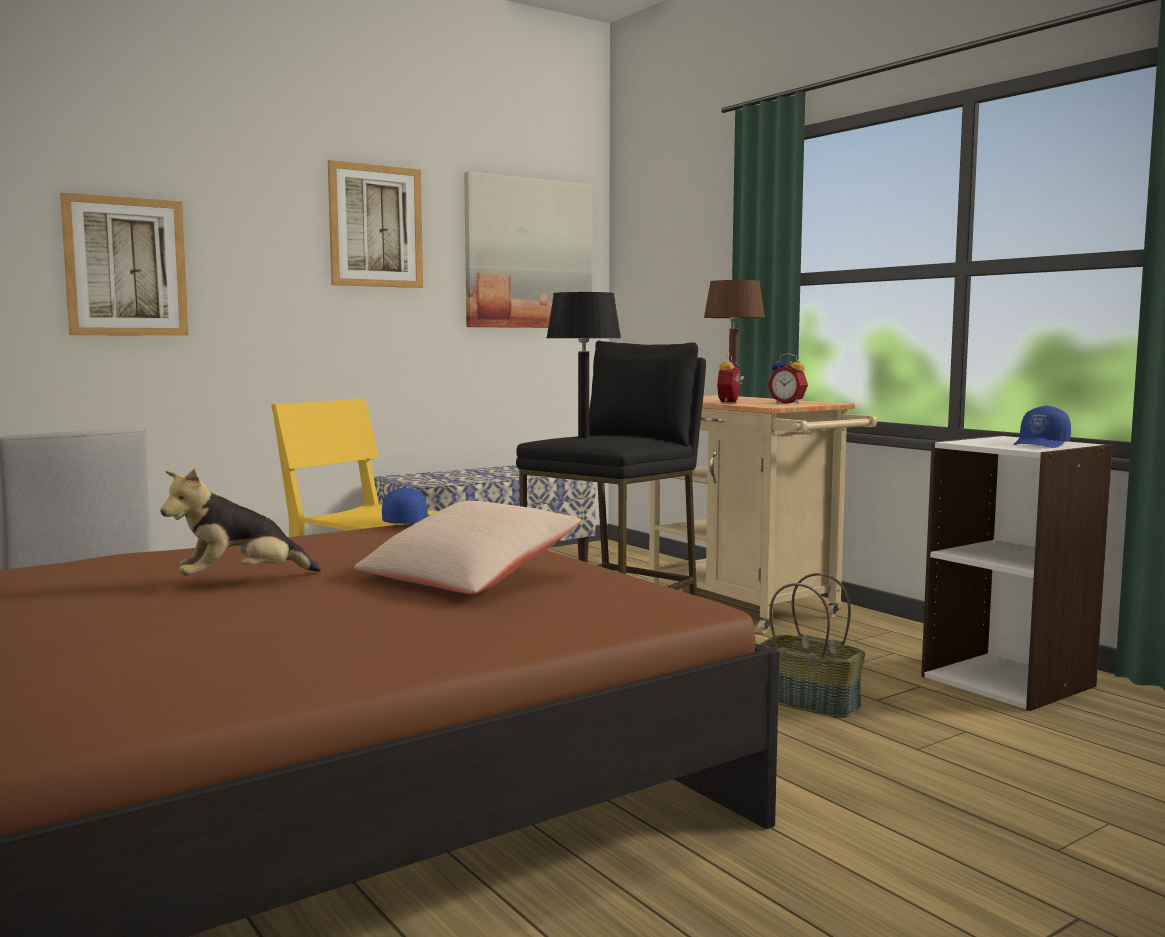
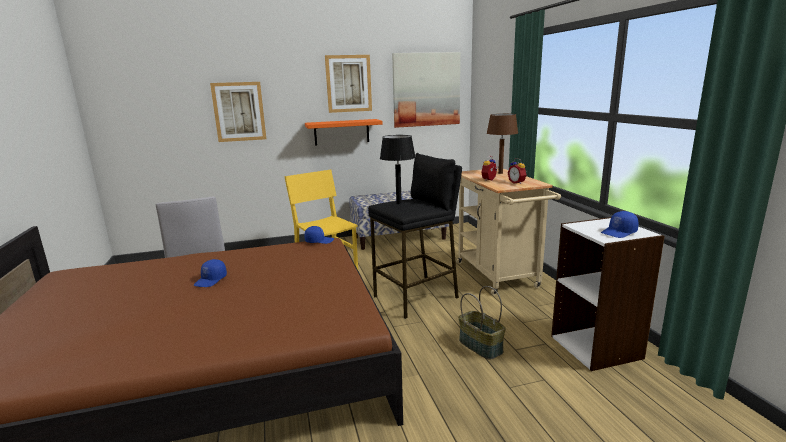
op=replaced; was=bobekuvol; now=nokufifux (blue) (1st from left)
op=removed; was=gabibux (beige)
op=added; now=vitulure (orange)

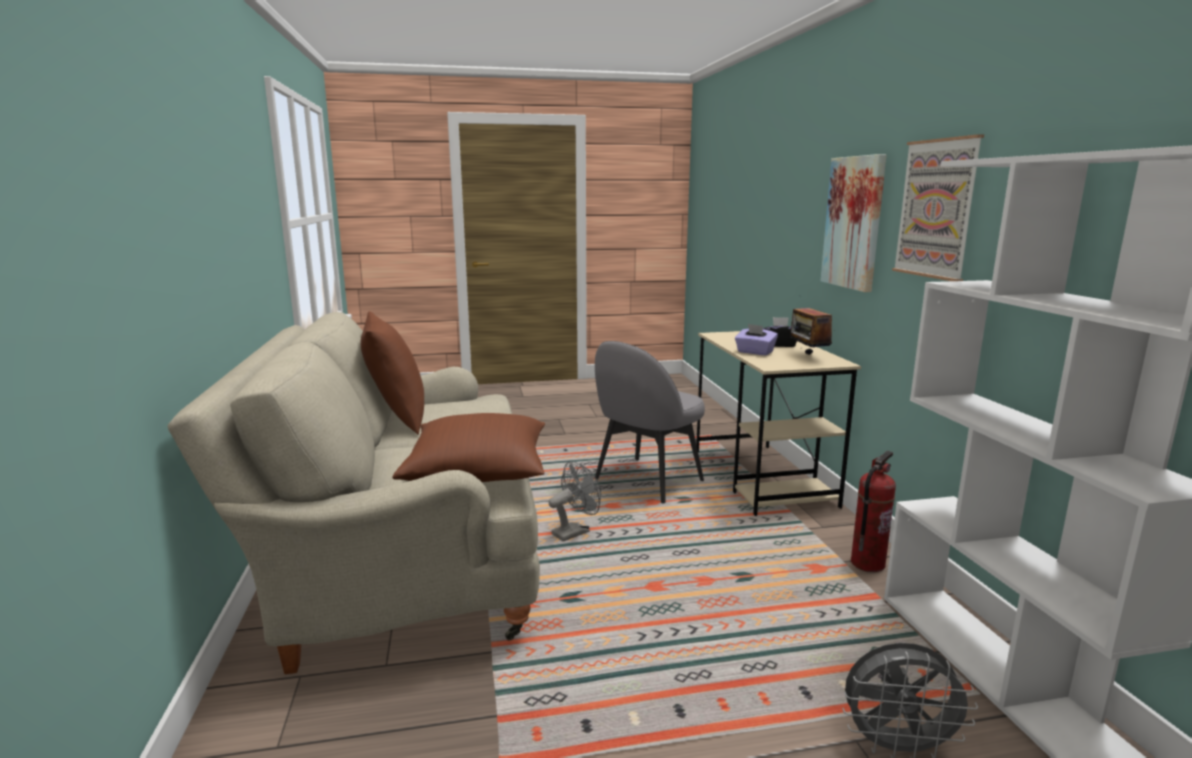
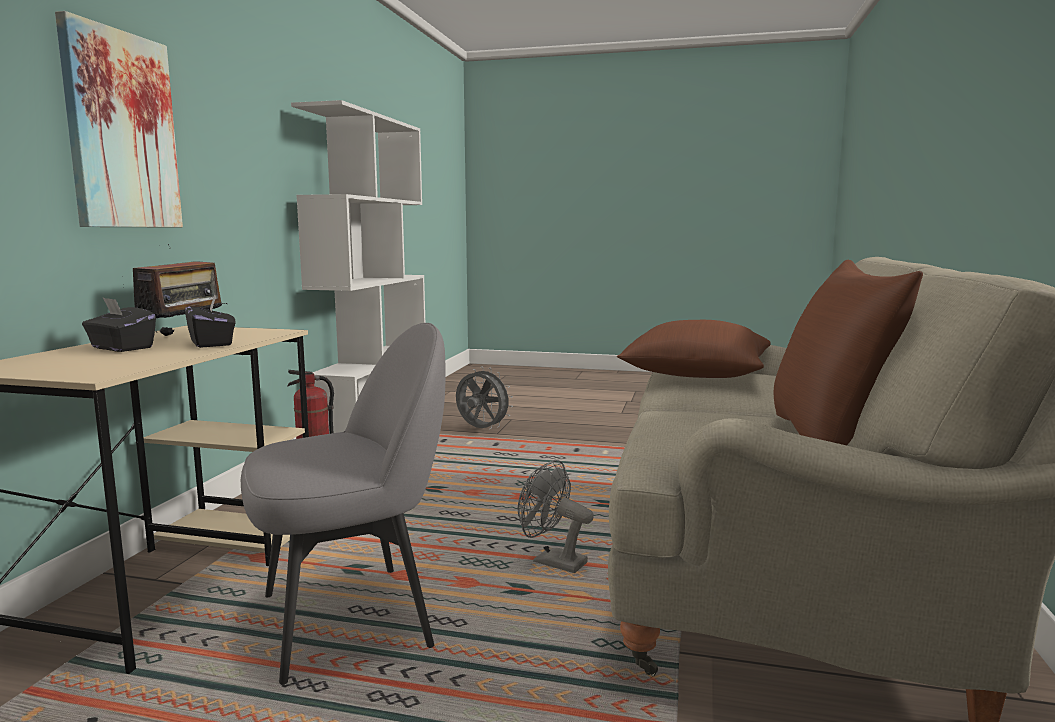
op=turned; was=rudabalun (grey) (1st from left in the first image); clockwise=45
op=recoloured; was=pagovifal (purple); now=pagovifal (black) (2nd from left)
op=removed; was=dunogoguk (2nd from left)

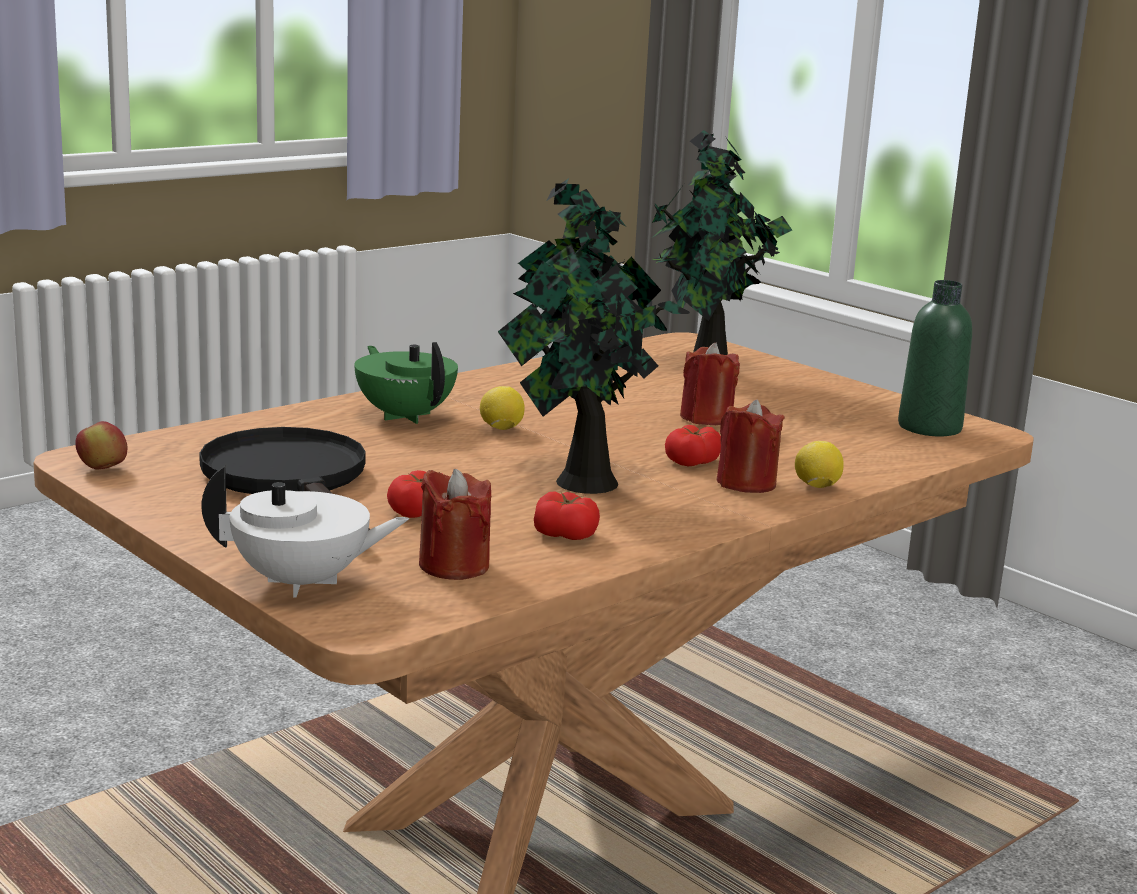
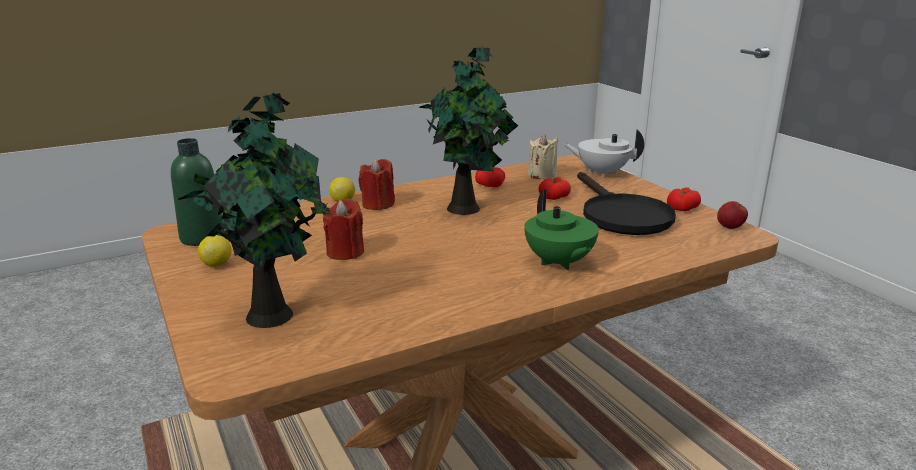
op=recoloured; was=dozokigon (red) (1st from left); now=dozokigon (beige)
op=moved; was=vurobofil (1st from left)
op=moved; was=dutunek (3rd from left)

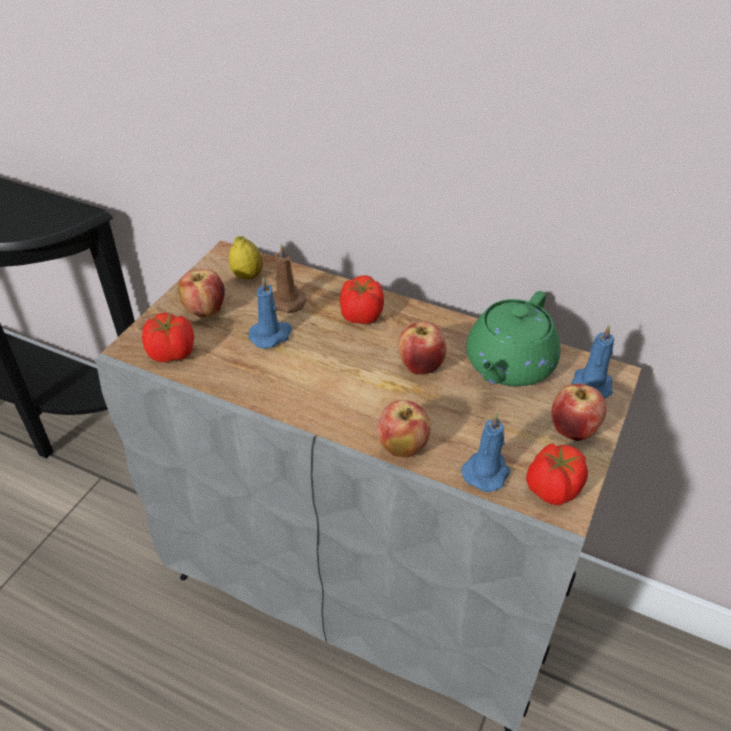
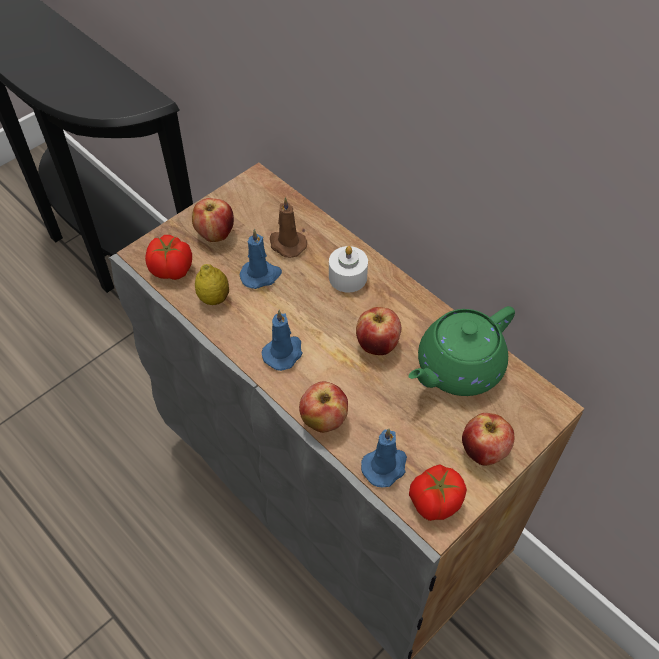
op=moved; was=vurobofil
op=replaced; was=dutunek (2nd from left); now=dozokigon (white)
op=moved; was=dozokigon (blue) (3rd from left in the first image); now=dozokigon (blue) (2nd from left)

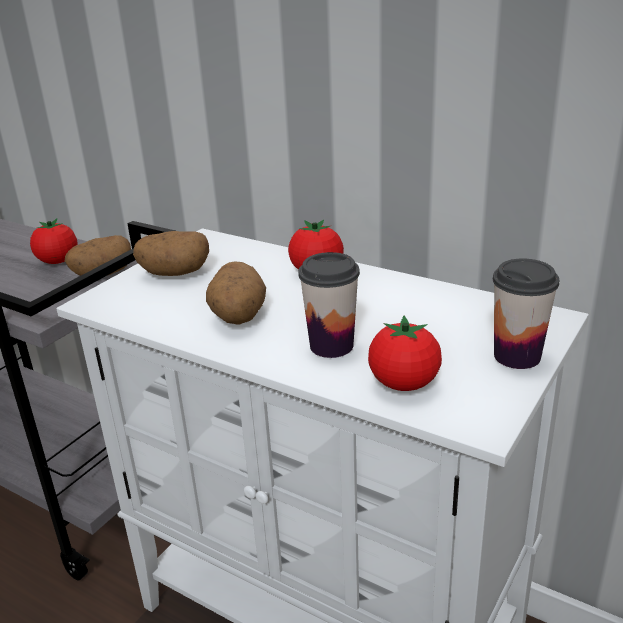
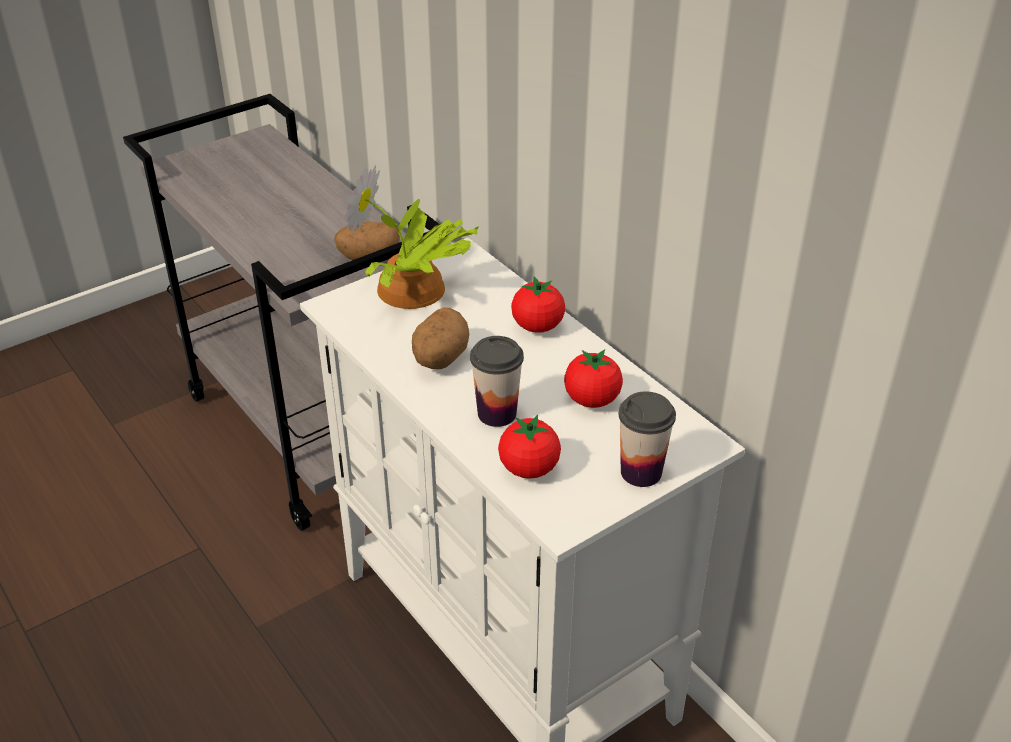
op=moved; was=dutunek (1st from left in the first image); now=dutunek (3rd from left)
op=replaced; was=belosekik (2nd from left); now=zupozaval

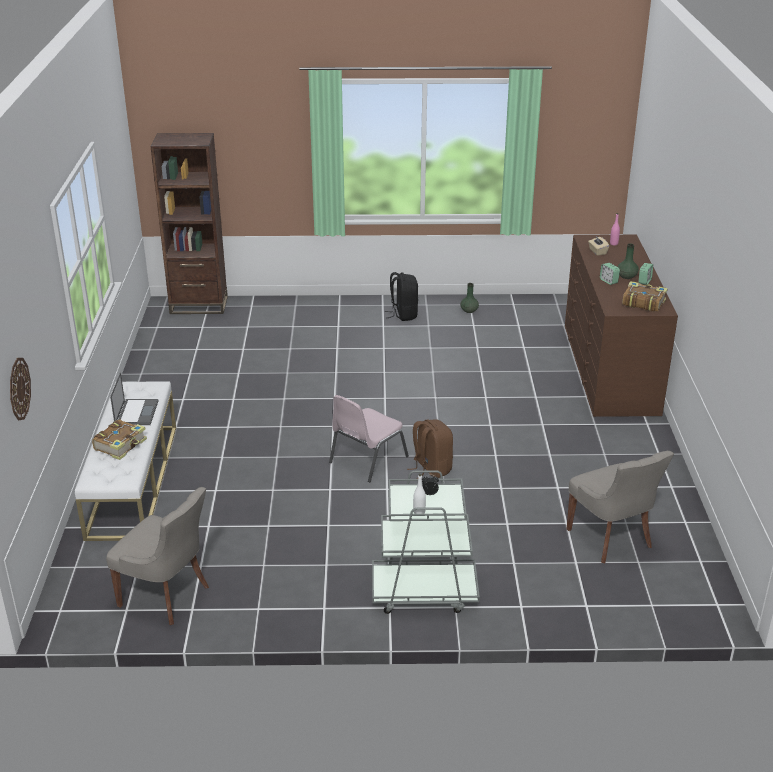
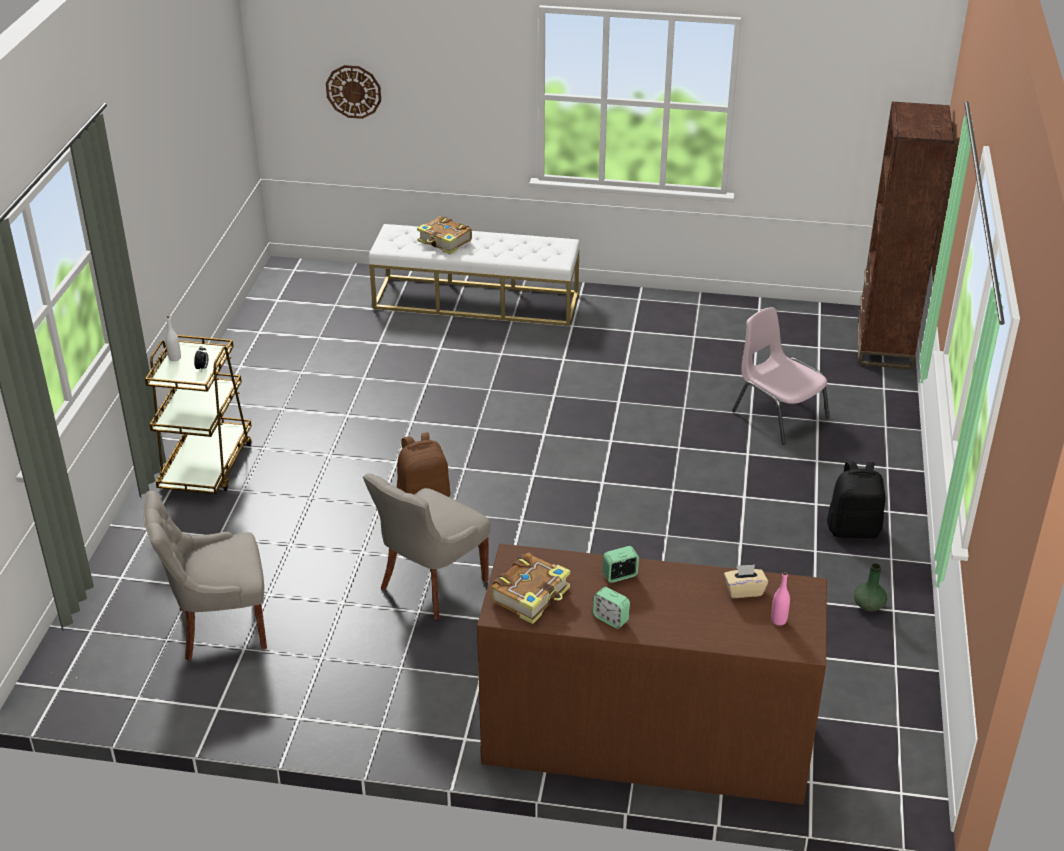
op=moved; was=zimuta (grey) (1st from left in the first image); now=zimuta (grey) (2nd from left)
op=removed; was=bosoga
op=moved; was=zimuta (pink)
op=recoloured; was=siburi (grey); now=siburi (brown)
op=removed; was=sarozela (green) (2nd from left)

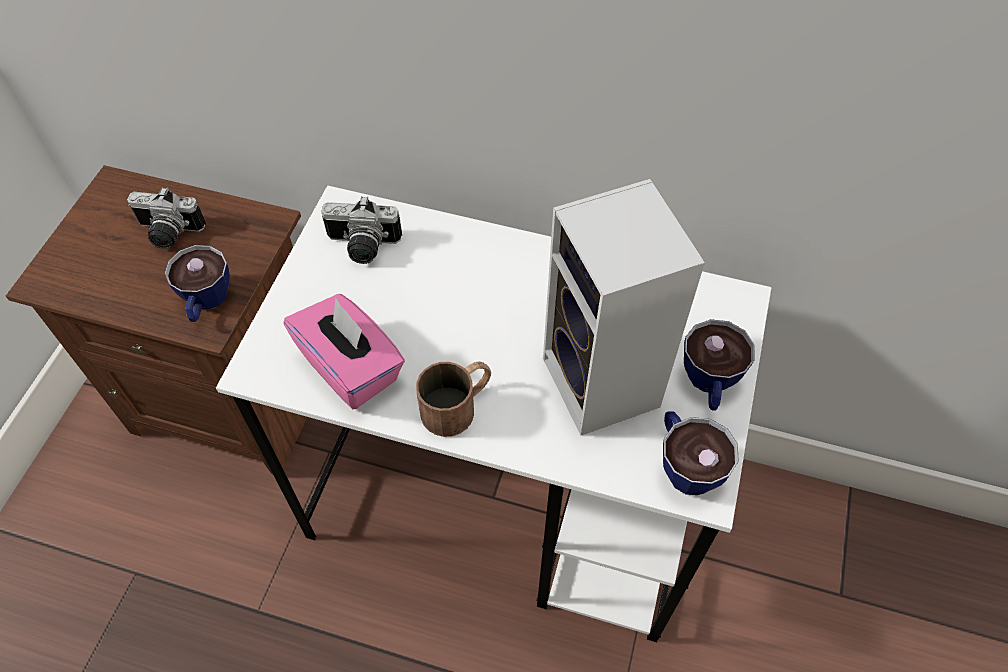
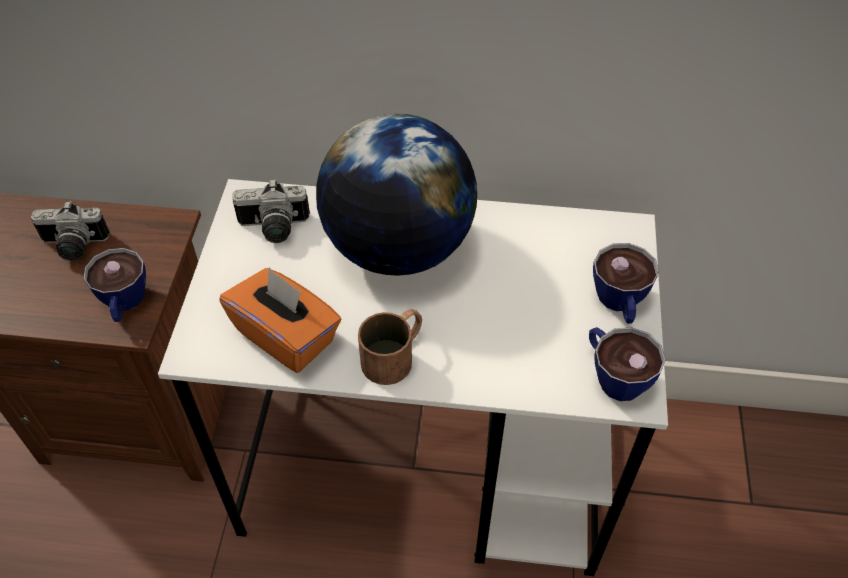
op=recoloured; was=pagovifal (pink); now=pagovifal (orange)
op=removed; was=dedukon
op=added; now=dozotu

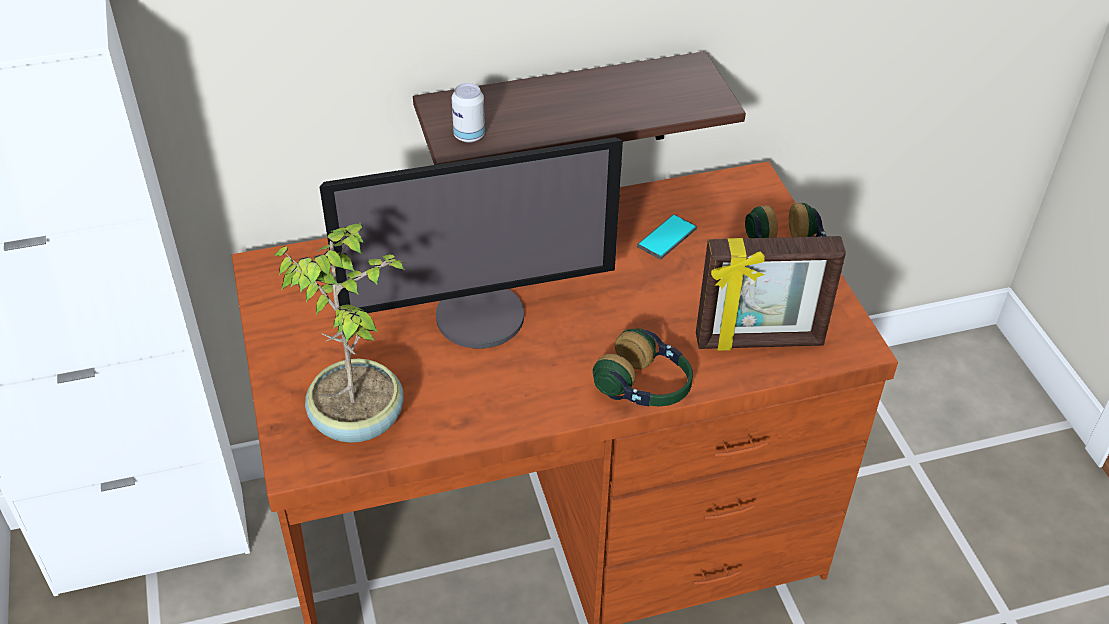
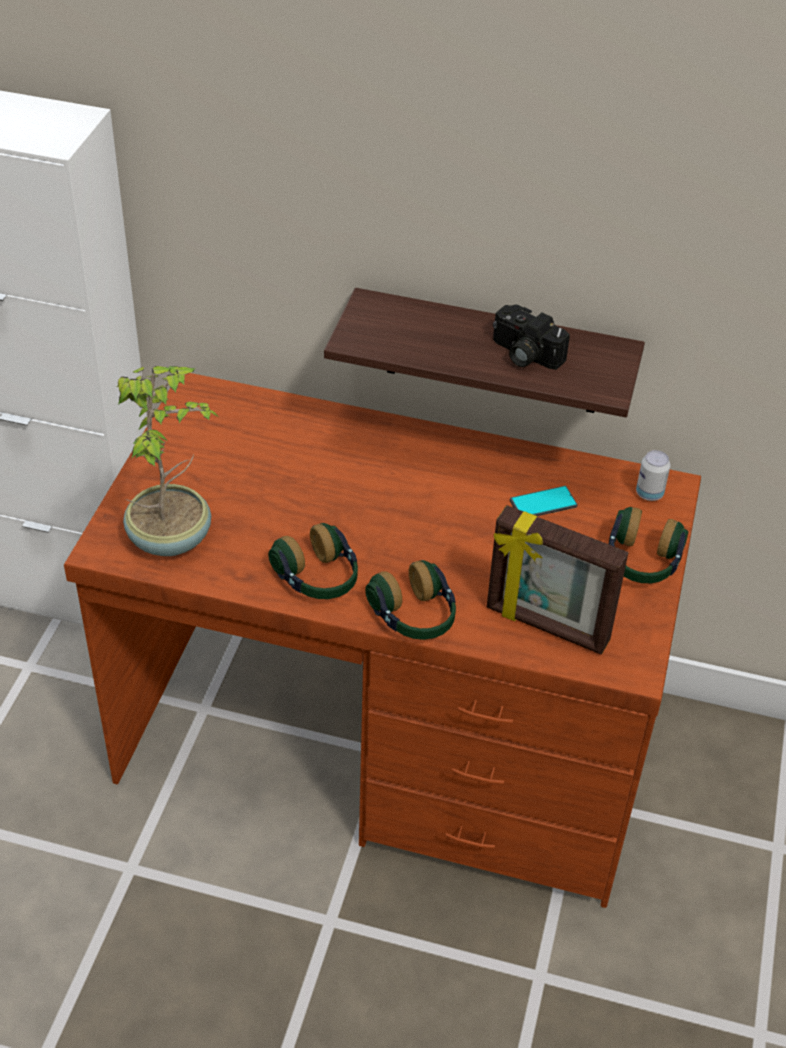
op=removed; was=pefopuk
op=moved; was=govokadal
op=added; now=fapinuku (1st from left)
op=added; now=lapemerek

